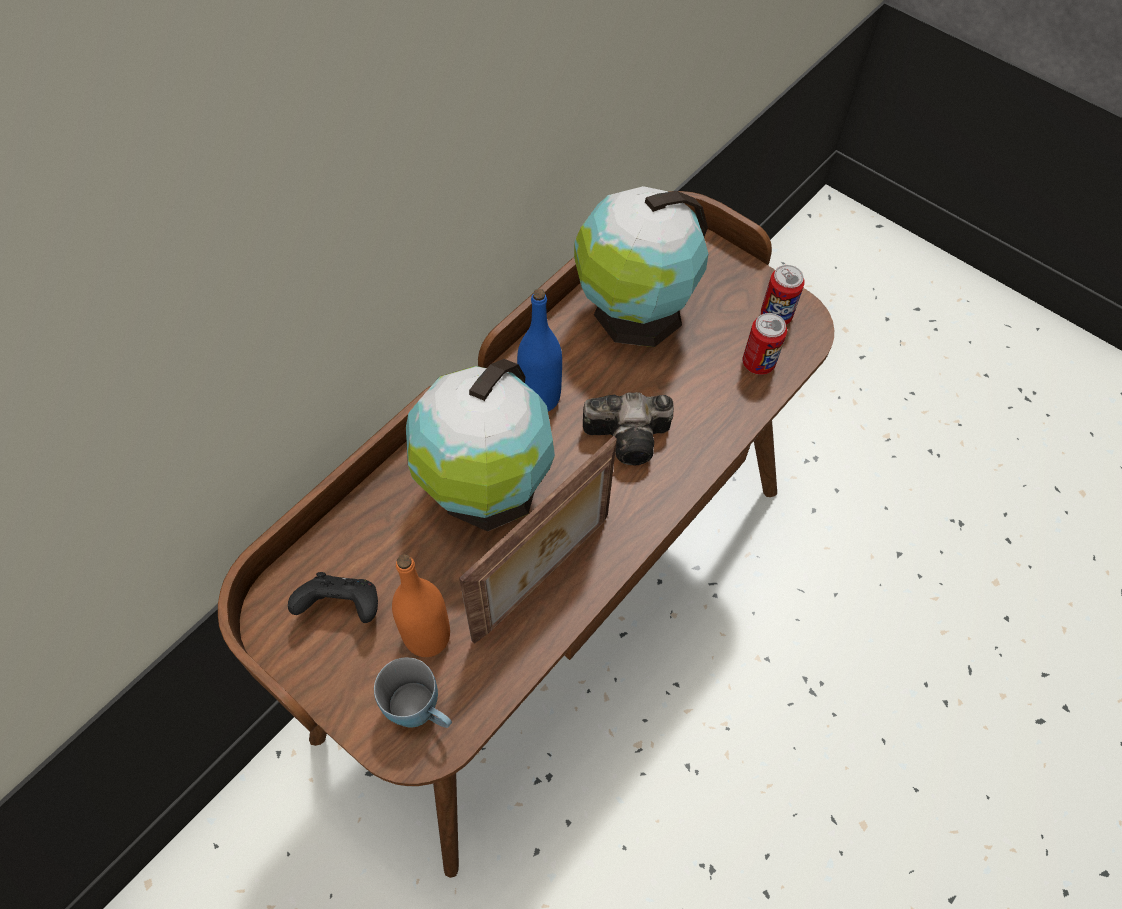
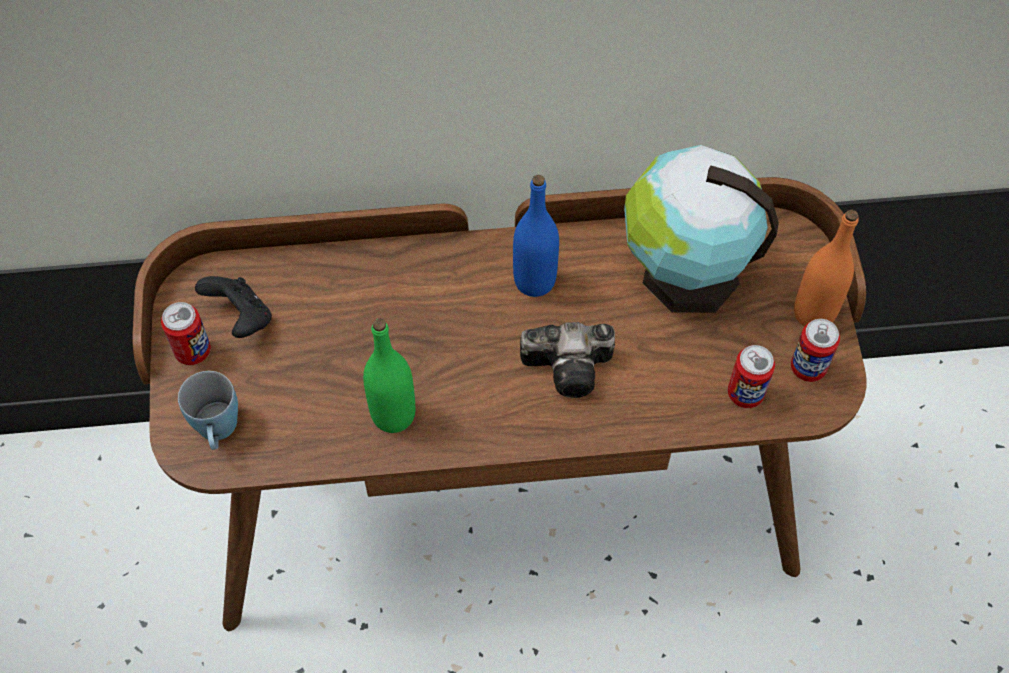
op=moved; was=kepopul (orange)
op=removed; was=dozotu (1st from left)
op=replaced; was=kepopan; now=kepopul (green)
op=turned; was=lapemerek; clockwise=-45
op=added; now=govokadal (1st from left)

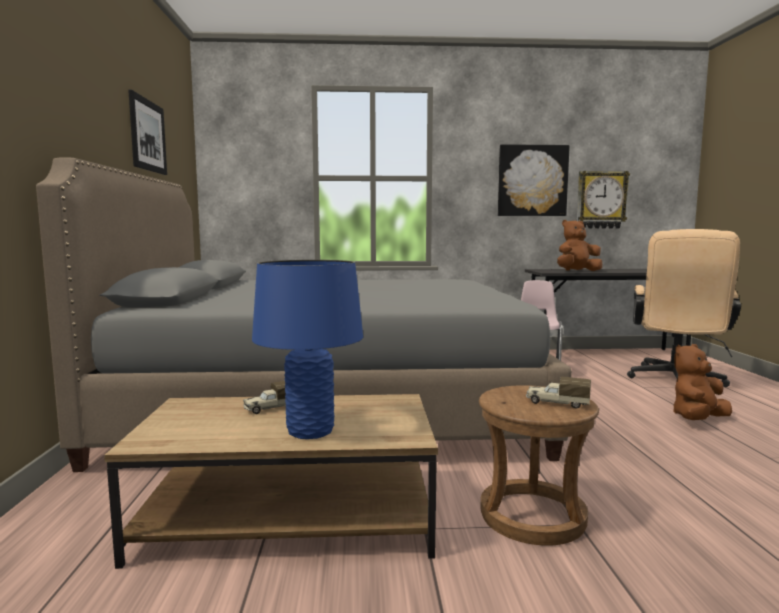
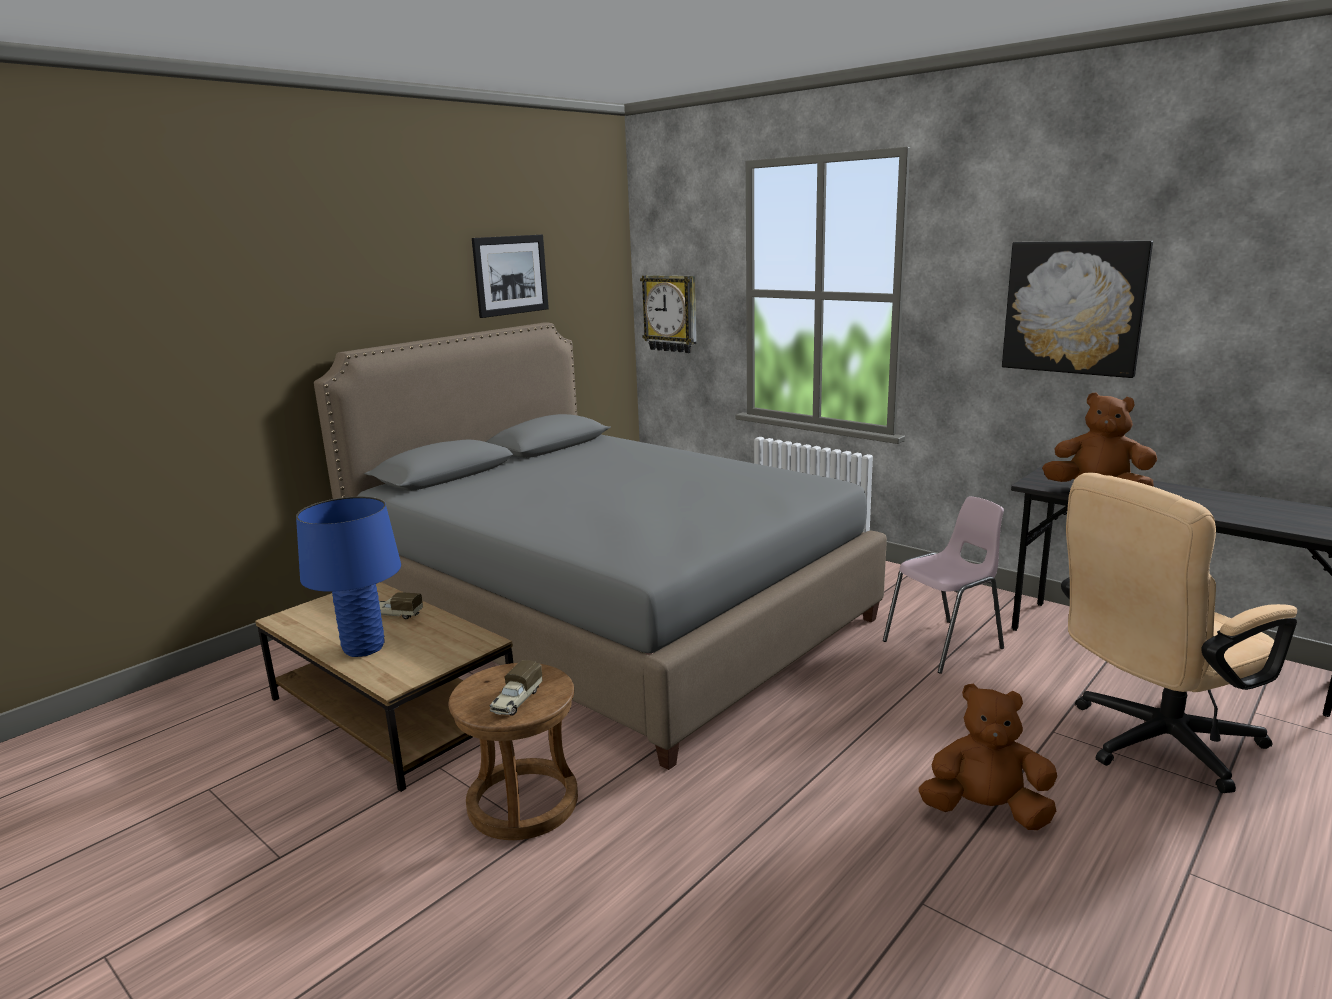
op=turned; was=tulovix (2nd from left); clockwise=-135
op=moved; was=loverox

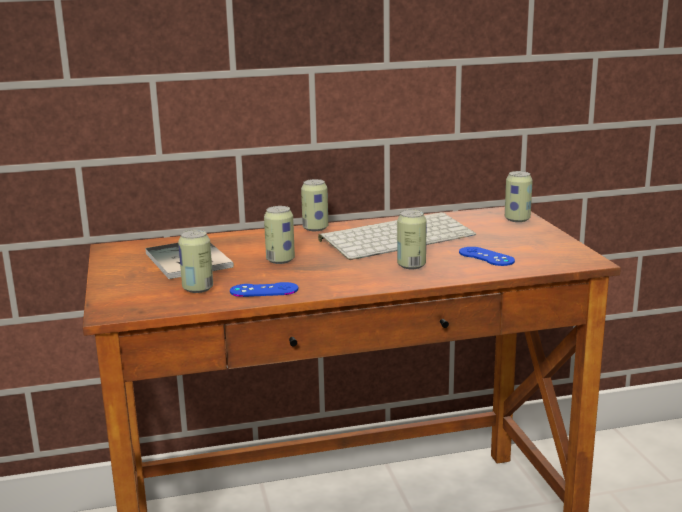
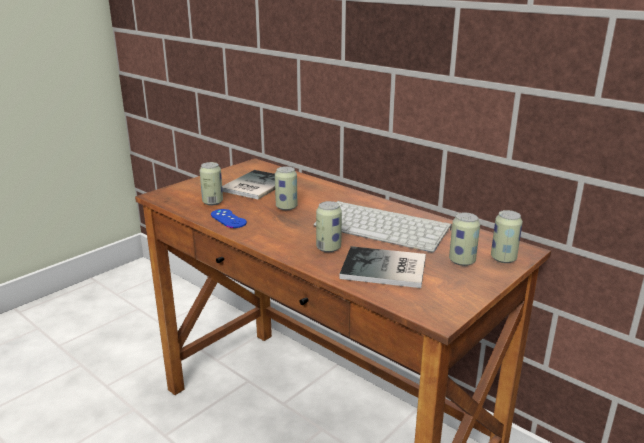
op=moved; was=govokadal (3rd from left in the first image); now=govokadal (4th from left)
op=replaced; was=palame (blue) (2nd from left); now=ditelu (2nd from left)

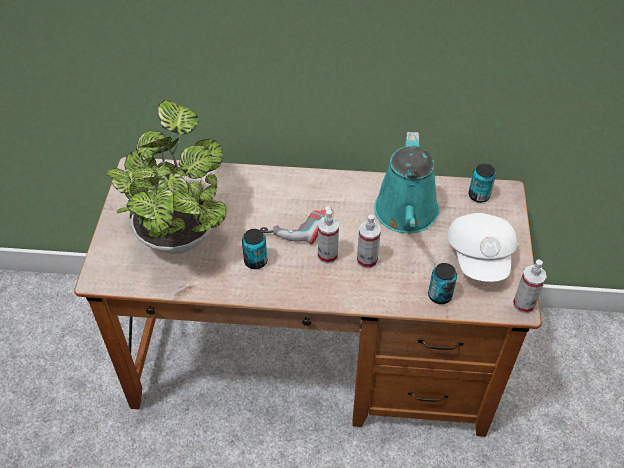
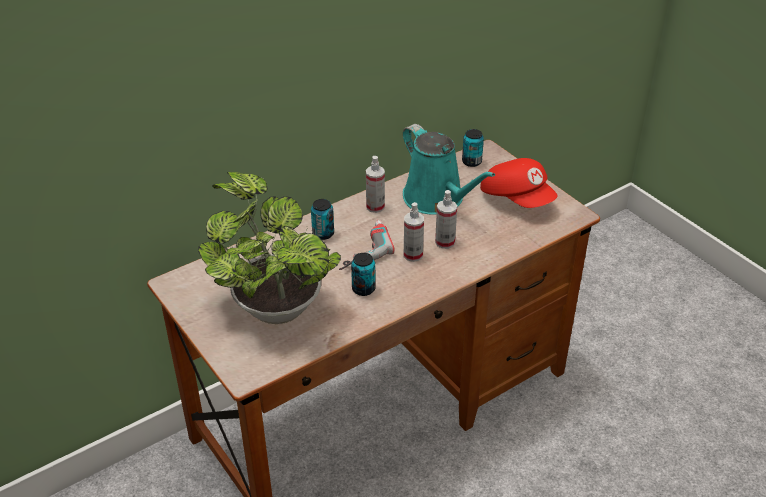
op=moved; was=govokadal (2nd from left in the first image); now=govokadal (1st from left)
op=recoloured; was=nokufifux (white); now=nokufifux (red)
op=moved; was=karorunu (3rd from left in the first image); now=karorunu (1st from left)

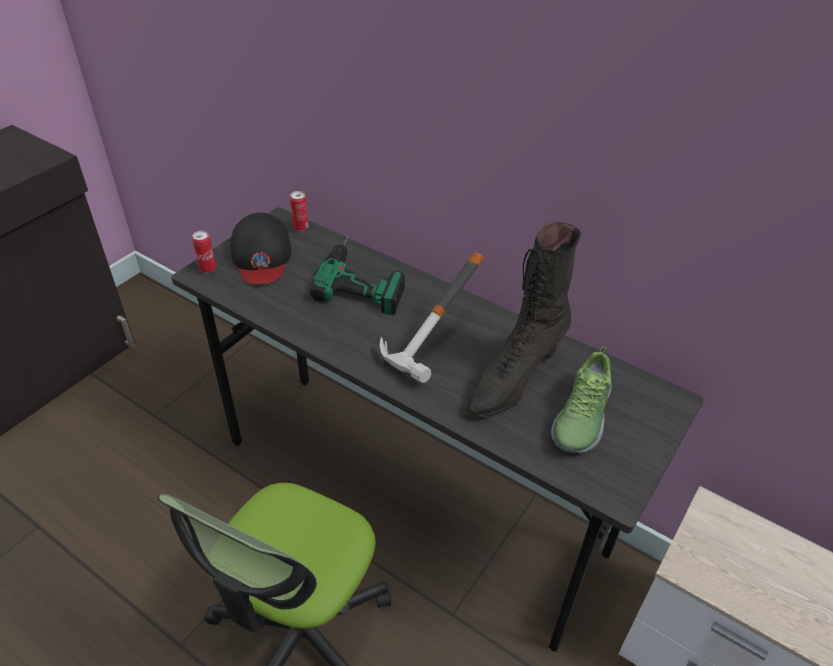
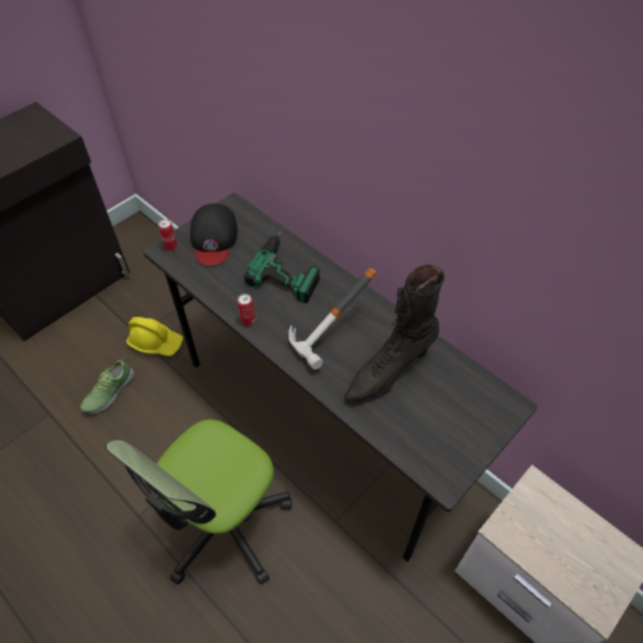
op=moved; was=govokadal (2nd from left)
op=moved; was=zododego
op=added; now=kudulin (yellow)

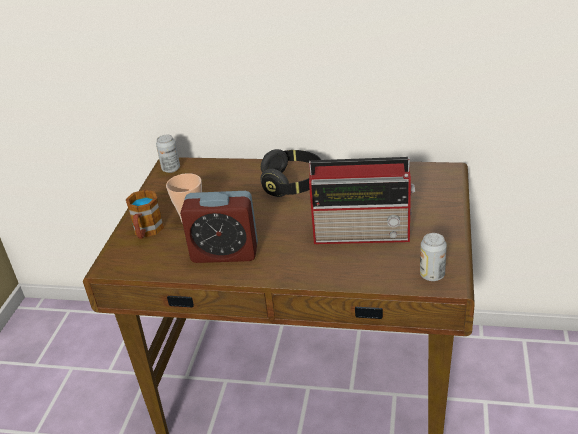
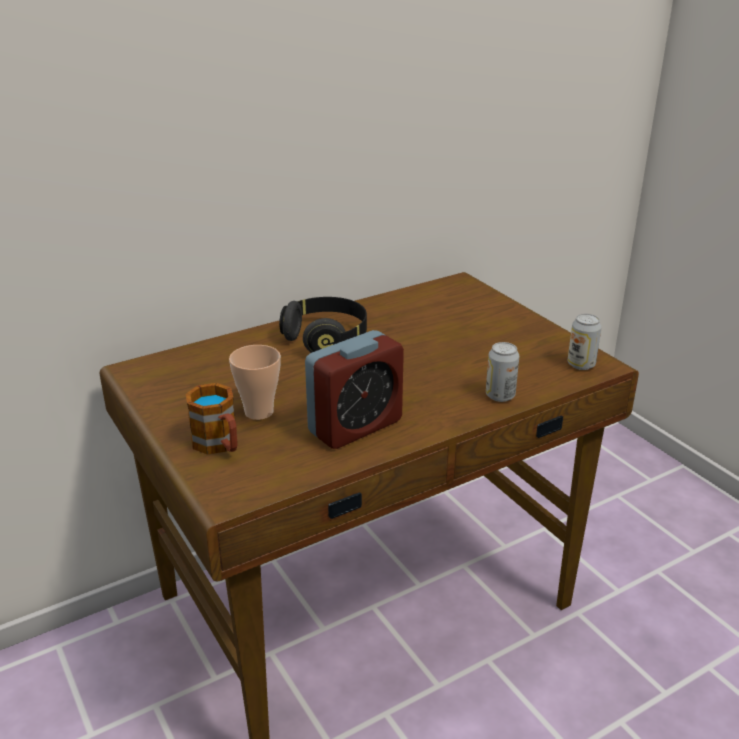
op=moved; was=govokadal (1st from left)
op=removed; was=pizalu

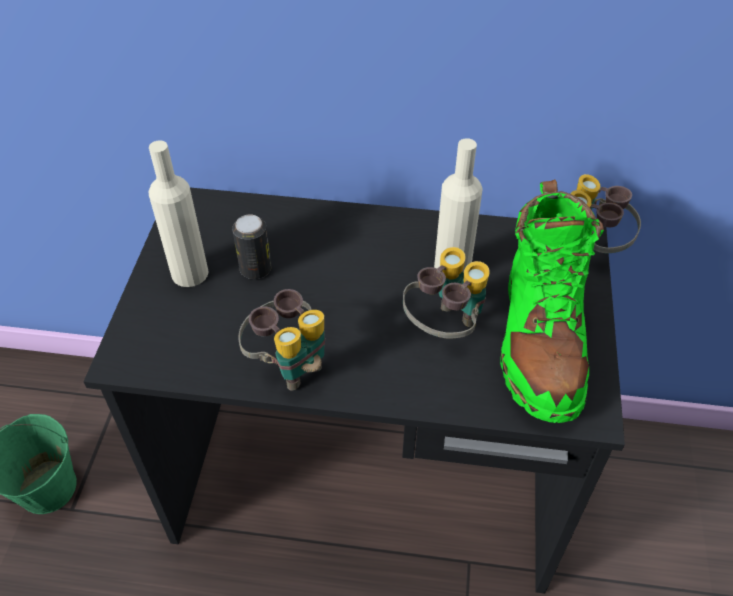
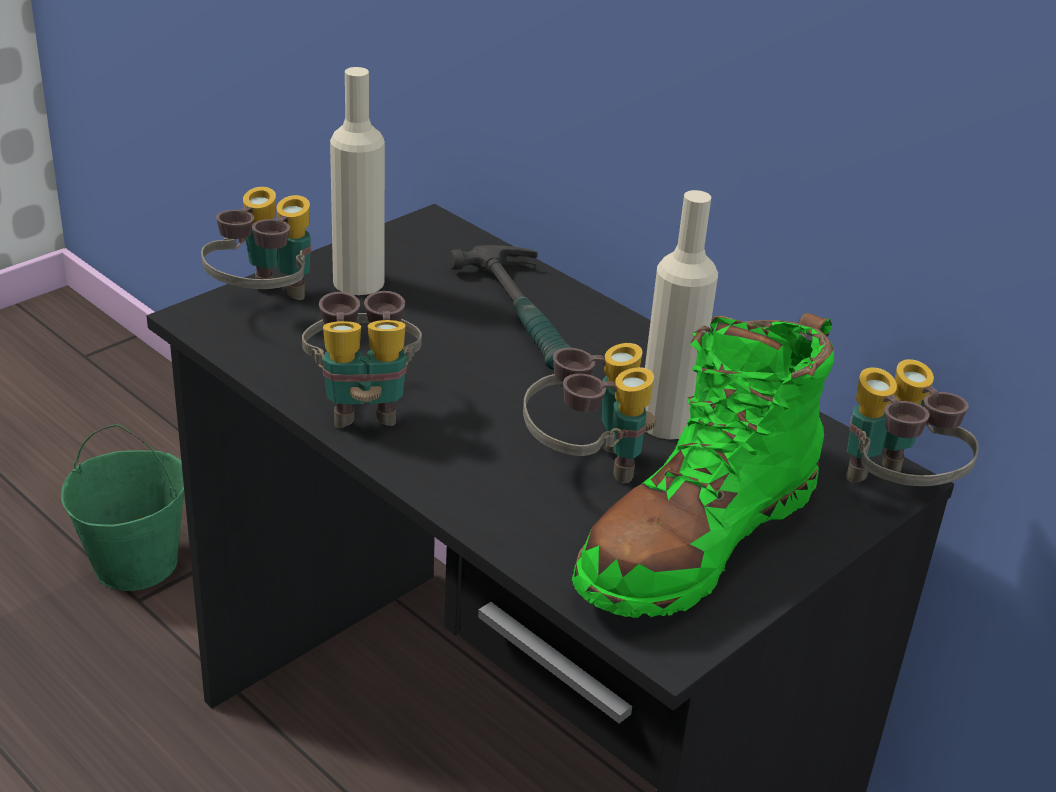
op=removed; was=govokadal
op=added; now=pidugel (1st from left)
op=added; now=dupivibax

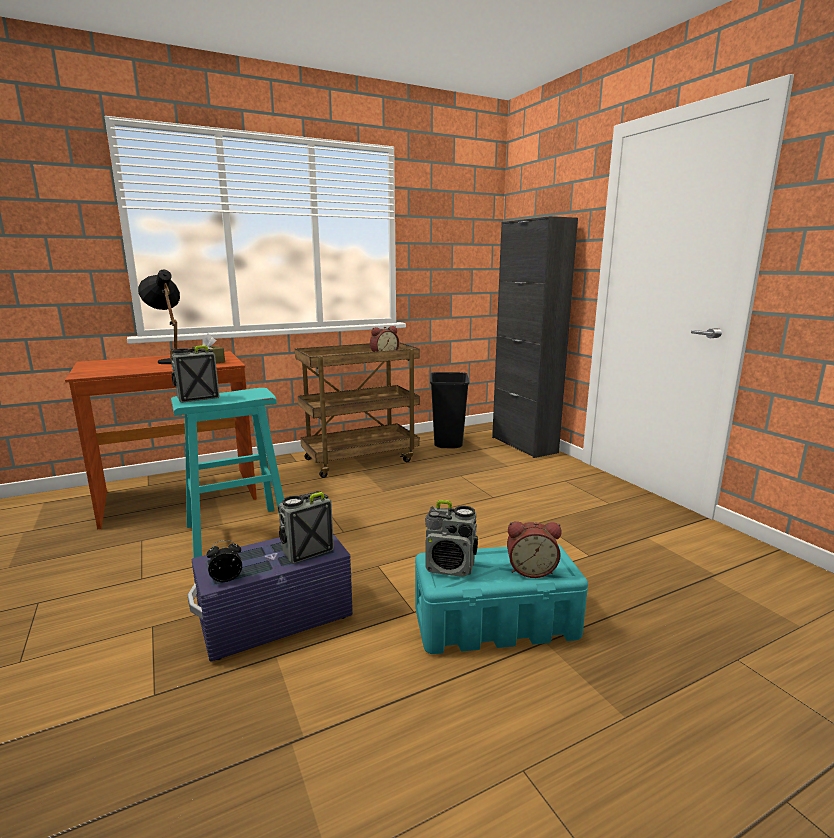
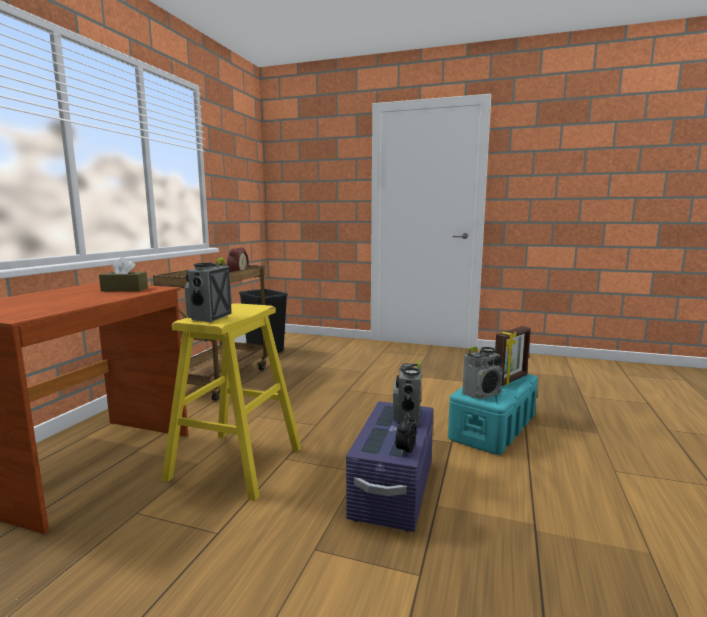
op=removed; was=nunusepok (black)
op=recoloured; was=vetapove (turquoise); now=vetapove (yellow)
op=removed; was=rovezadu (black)
op=replaced; was=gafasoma (3rd from left); now=kepopan

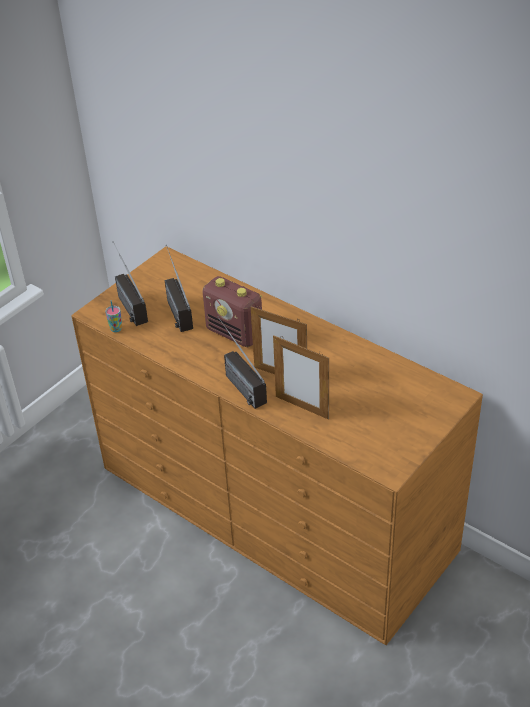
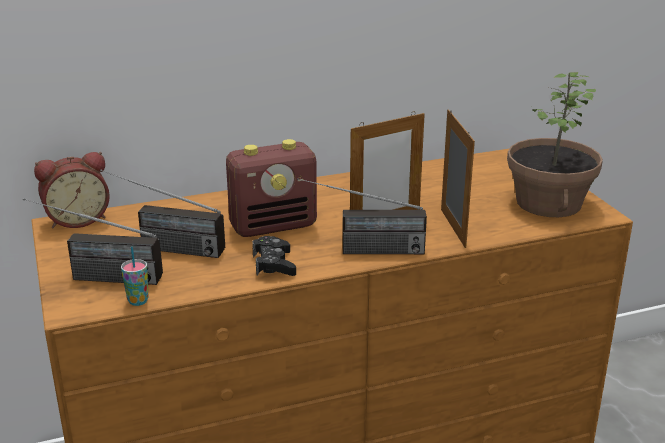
op=turned; was=kepopan (2nd from left); clockwise=-75
op=added; now=gafasoma
op=added; now=palame (black)
op=added; now=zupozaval

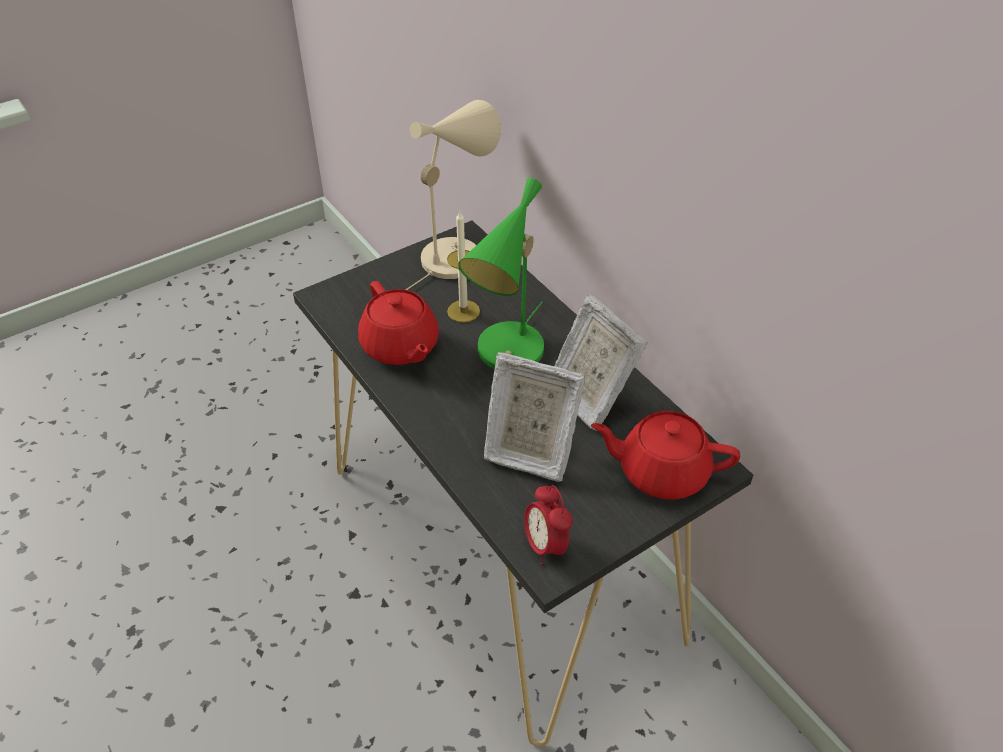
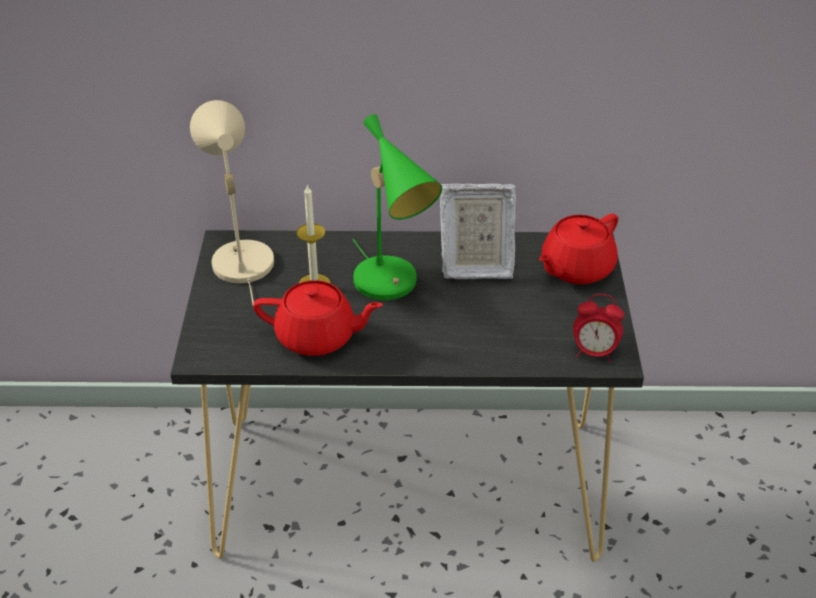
op=removed; was=kepopan (1st from left)

